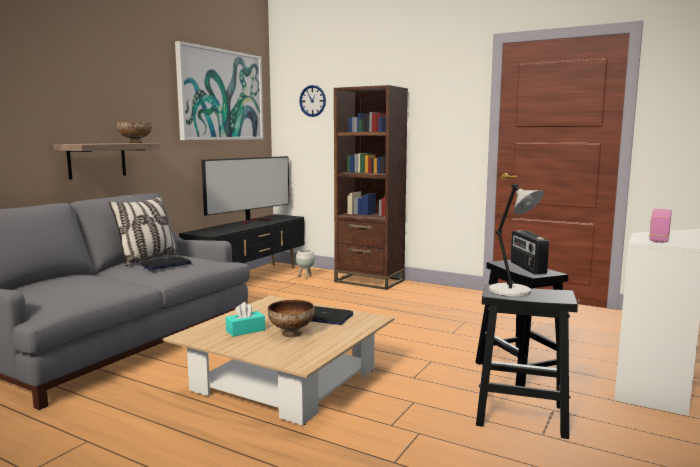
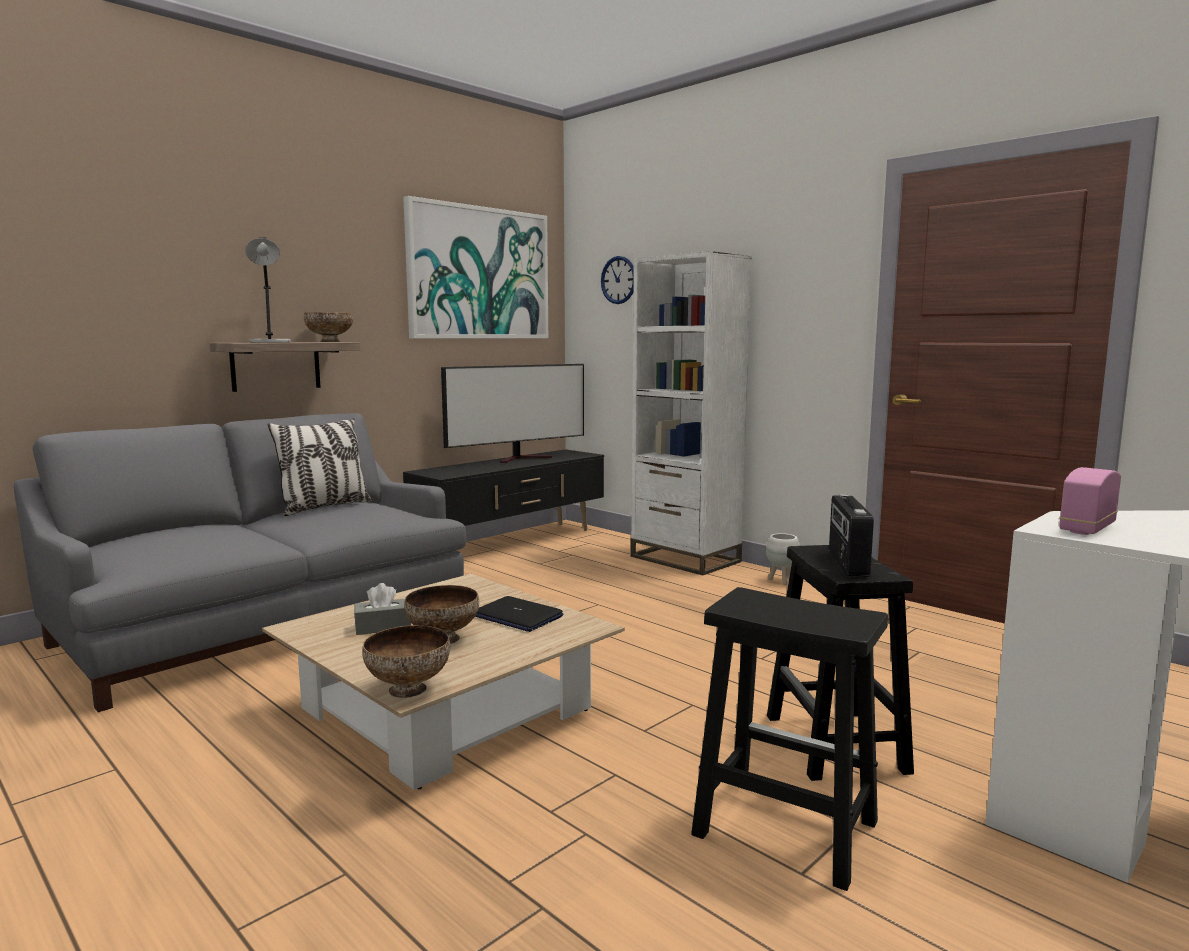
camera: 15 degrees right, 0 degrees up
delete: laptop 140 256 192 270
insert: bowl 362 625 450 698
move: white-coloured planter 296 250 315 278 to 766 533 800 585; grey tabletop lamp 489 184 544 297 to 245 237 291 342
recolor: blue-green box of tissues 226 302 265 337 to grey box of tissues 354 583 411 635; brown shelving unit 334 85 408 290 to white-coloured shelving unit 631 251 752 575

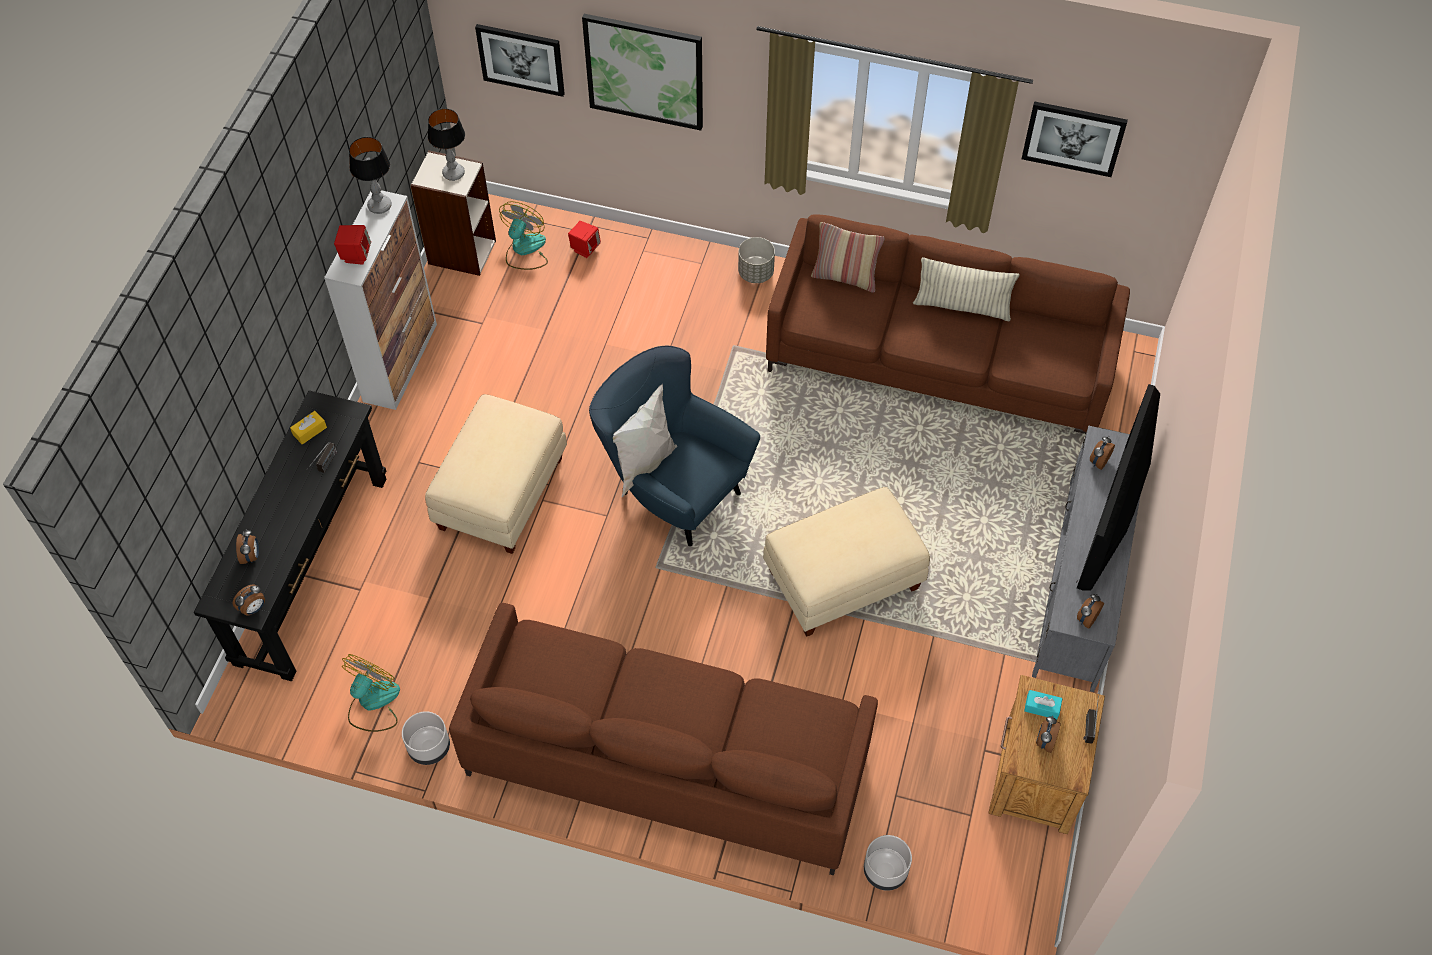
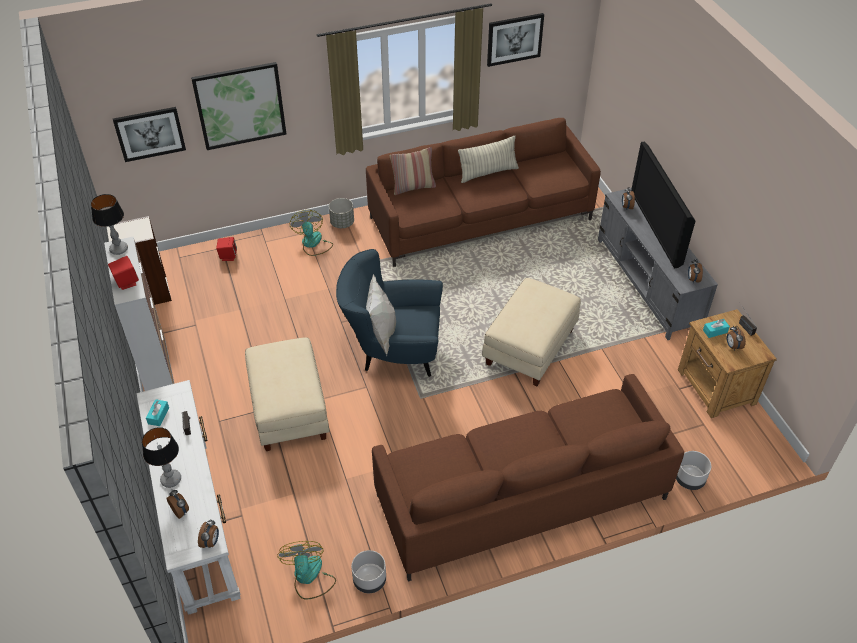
camera: 35 degrees left, 10 degrees down
move: tabletop lamp 428 108 465 181 to 142 427 181 488; electric fan 499 201 548 270 to 289 210 333 256
recolor: black hall table 194 390 386 681 to white-coloured hall table 136 380 241 615; yellowish box of tissues 290 411 327 444 to blue-green box of tissues 146 399 169 426

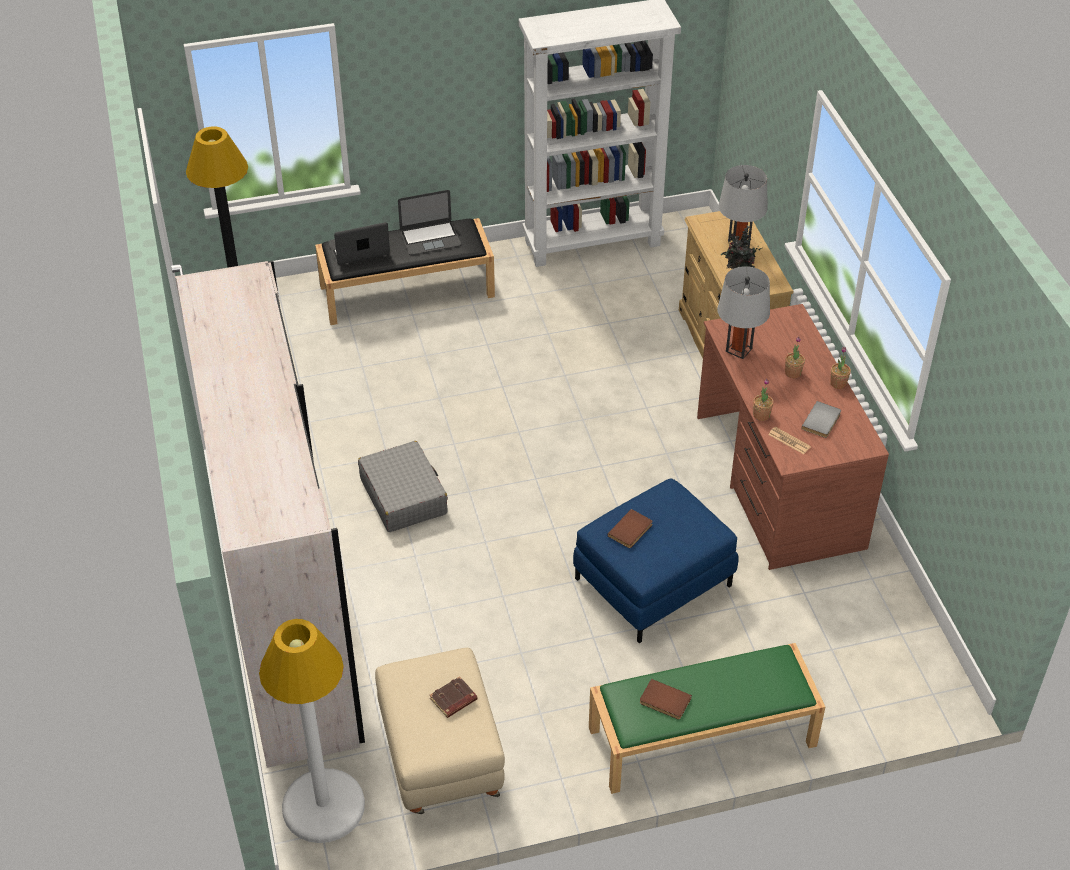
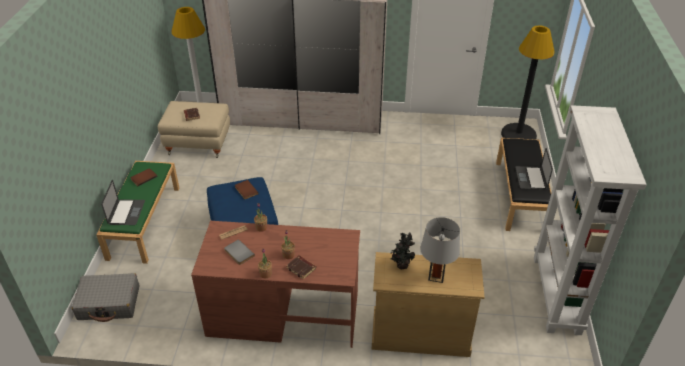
camera: 110 degrees right, 5 degrees down
delete: grey tabletop lamp 717 266 770 359
insert: brown volume 286 255 316 280
move: laptop 329 222 390 265 to 101 180 145 225; grey travel case 358 441 448 532 to 72 273 140 322

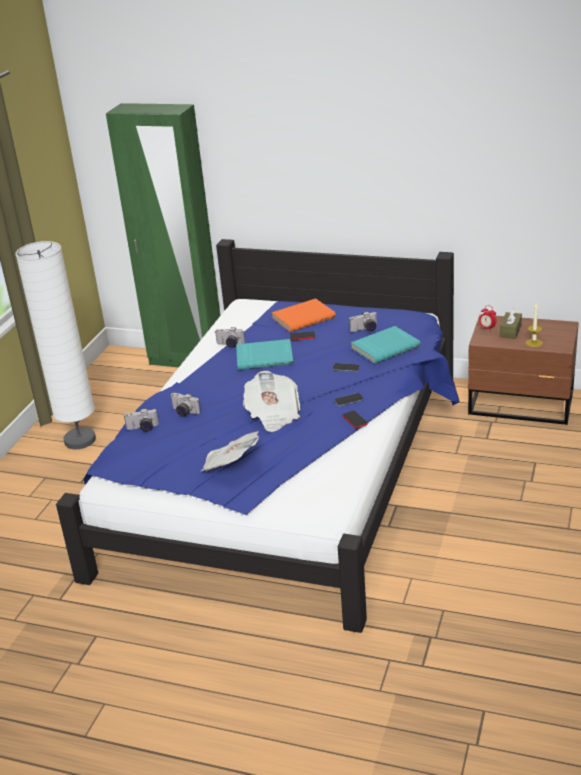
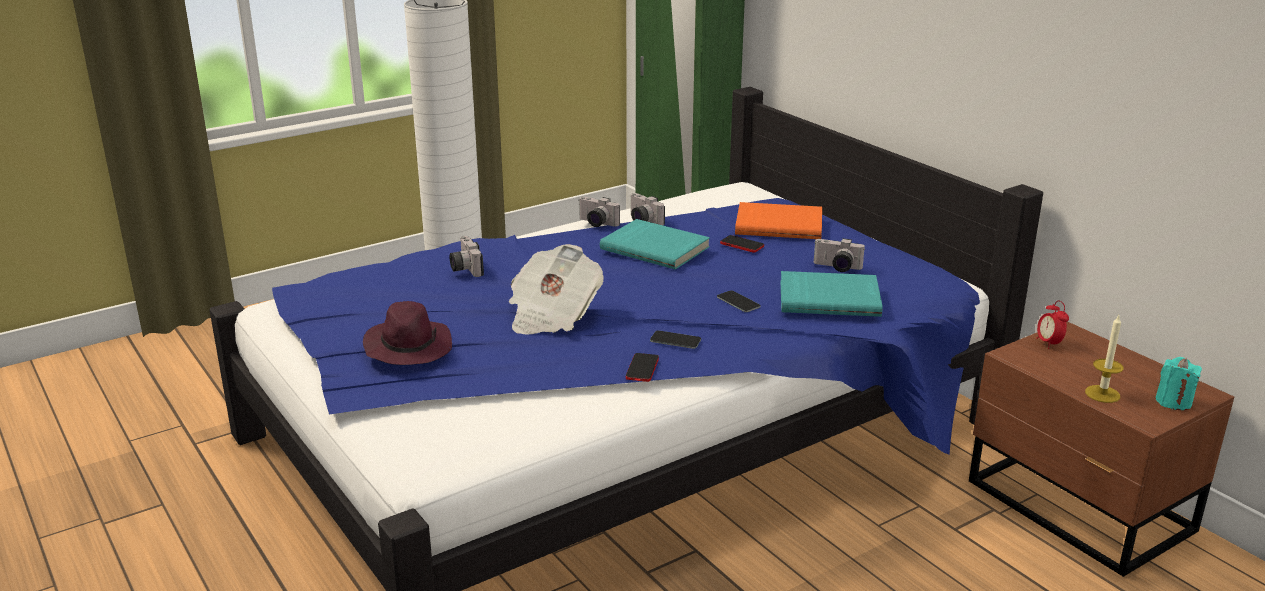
camera: 35 degrees right, 5 degrees down
delete: brown box of tissues 500 308 522 339
insert: blue-green candle 1156 357 1202 410
move: photo camera 124 408 159 432 to 578 196 620 227
replace: newspaper 201 431 259 471 to purplish clothing hat 363 301 452 365

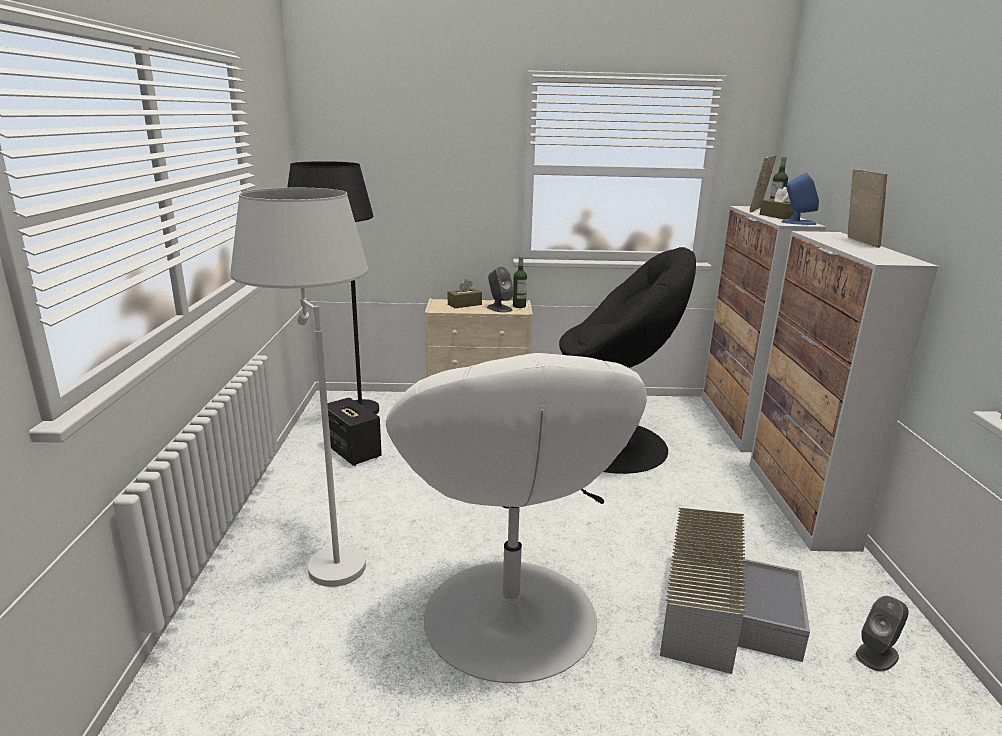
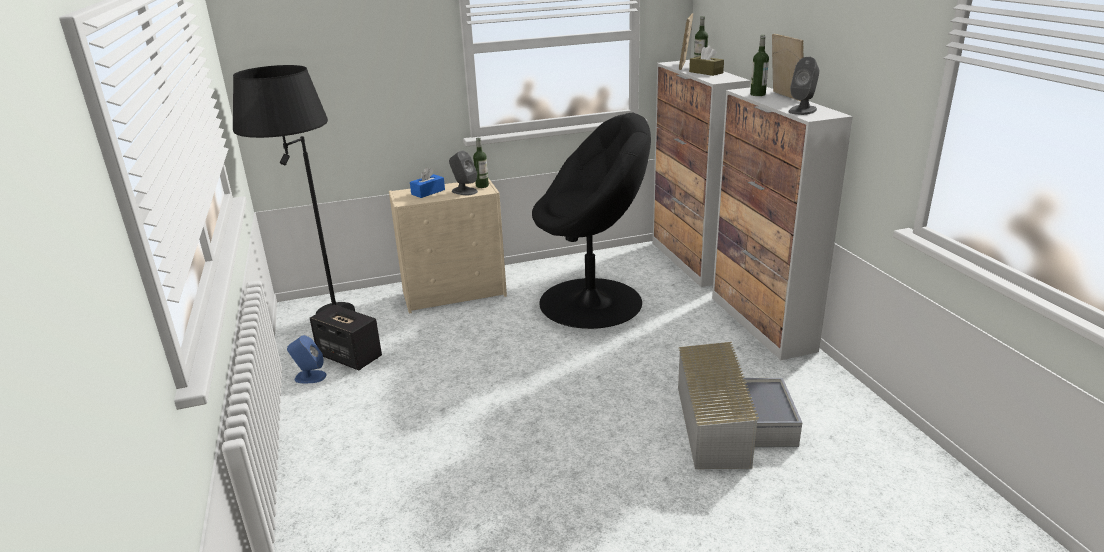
camera: 15 degrees left, 5 degrees up
delete: white-coloured standing lamp 230 188 368 587; white-coloured easy chair 386 353 647 683
insert: beverage bottle 750 35 769 96
move: blue audio speaker 781 172 819 225 to 287 335 327 383; grey audio speaker 856 596 909 672 to 788 57 819 115
recolor: brown box of tissues 448 279 482 308 to blue box of tissues 410 167 445 198

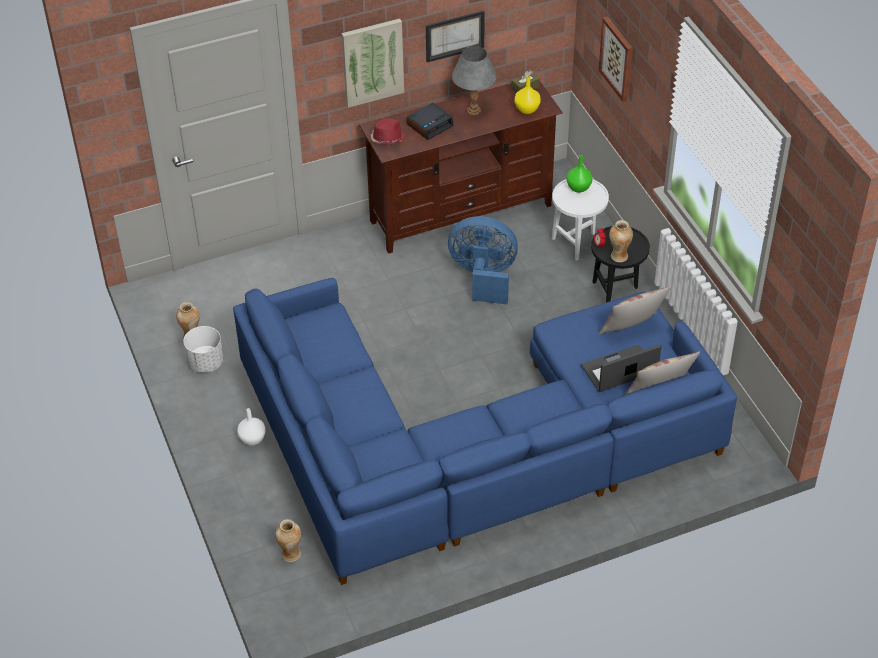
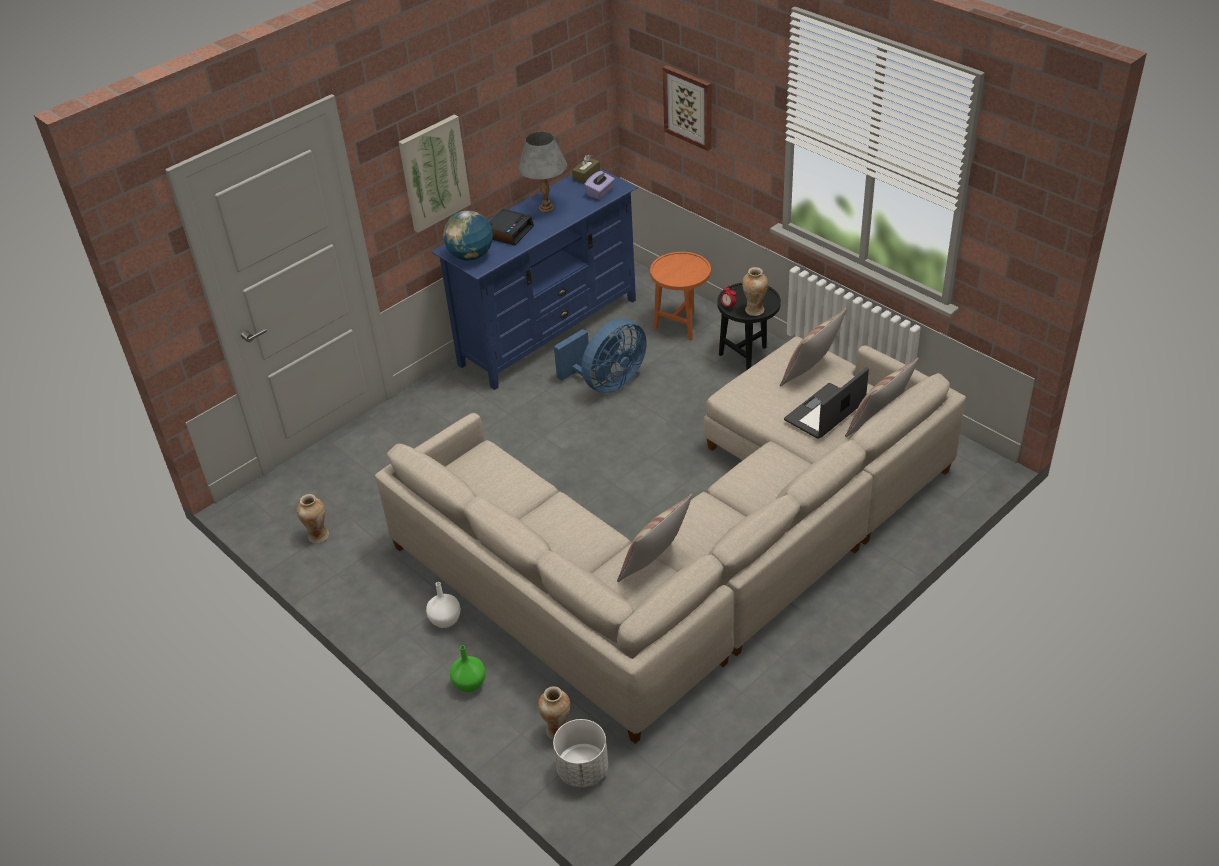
camera: 20 degrees left, 5 degrees down
delete: wall art 426 11 485 63
insert: throw pillow 617 494 692 582
move: white-coloured planter 183 326 224 373 to 553 719 608 788; green-coloured vase 567 155 592 193 to 450 645 486 692
replace: red-coloured clothing hat 371 118 406 145 to desk globe 443 211 493 260; yellowish vase 515 75 541 114 to purplish box of tissues 584 171 615 200
recolor: blue couch 233 278 737 585 to sand-coloured couch 375 336 966 744; brown tv unit 359 82 563 254 to blue tv unit 431 169 638 390; white-coloured accent table 552 179 609 261 to orange accent table 650 252 711 341
rotate: blue electric fan 448 216 518 304 = 554 319 647 393 150 degrees clockwise

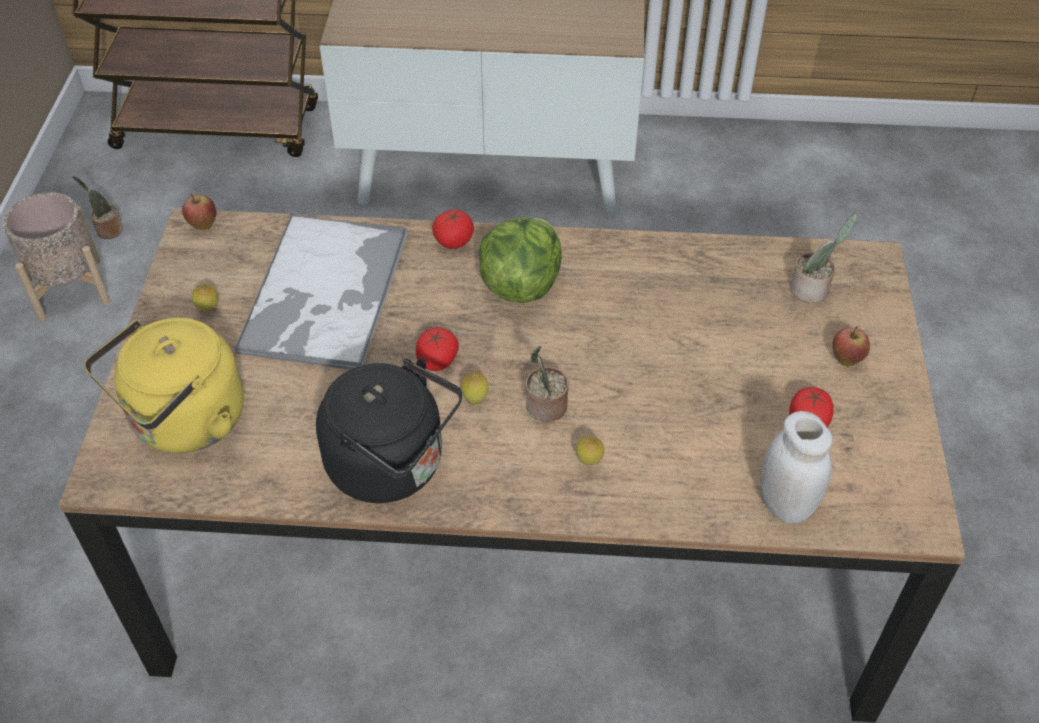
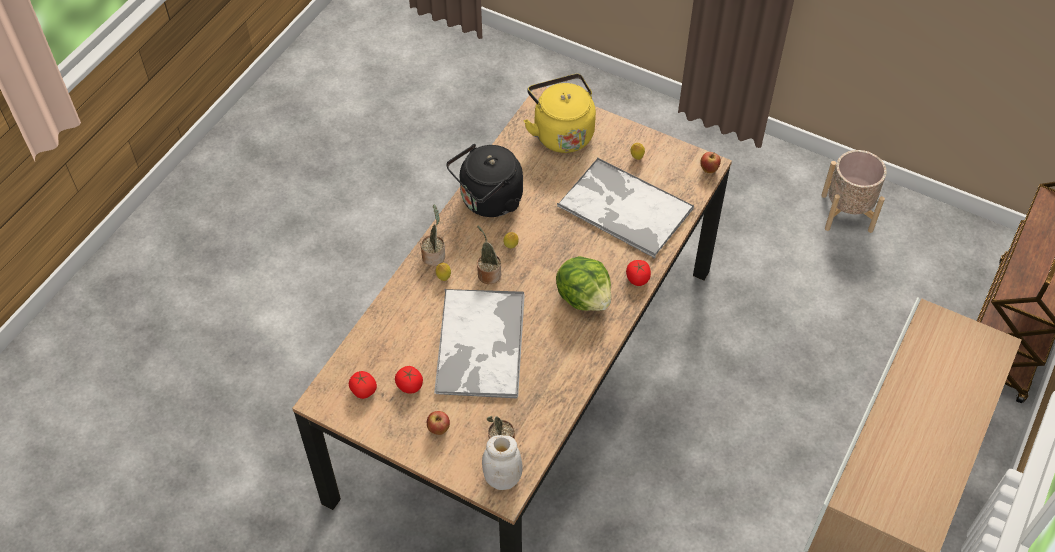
camera: 115 degrees right, 5 degrees up
insert: serving tray 434 288 525 399
move: potted plant 72 176 123 239 to 421 204 445 266; tomato 416 327 459 371 to 349 371 377 399; white-coloured jar 760 411 833 523 to 482 435 522 490

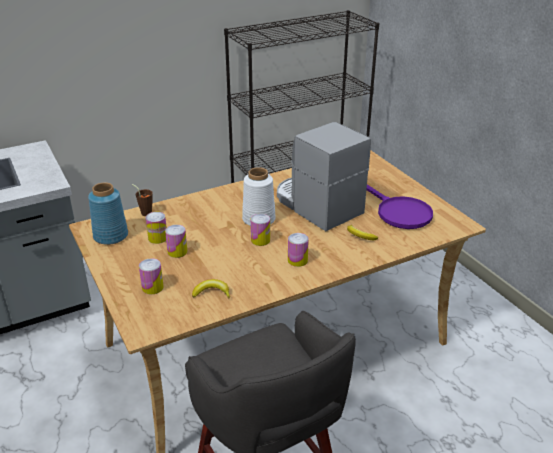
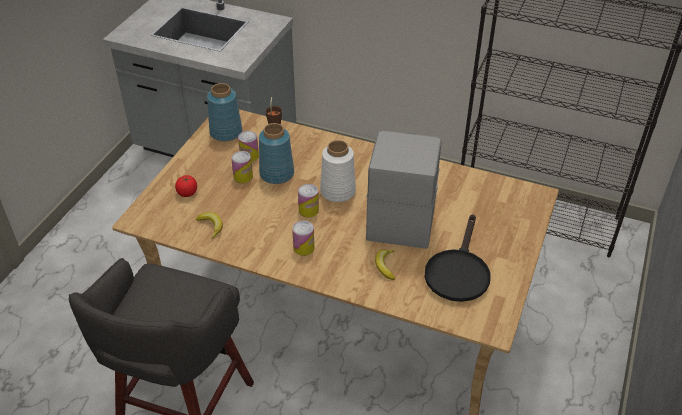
camera: 50 degrees right, 10 degrees up
insert: blue vase 259 123 294 184
replace: metal can 139 258 164 294 to tomato 175 175 197 197
recolor: purplish skillet 366 185 433 229 to black skillet 425 214 490 302

